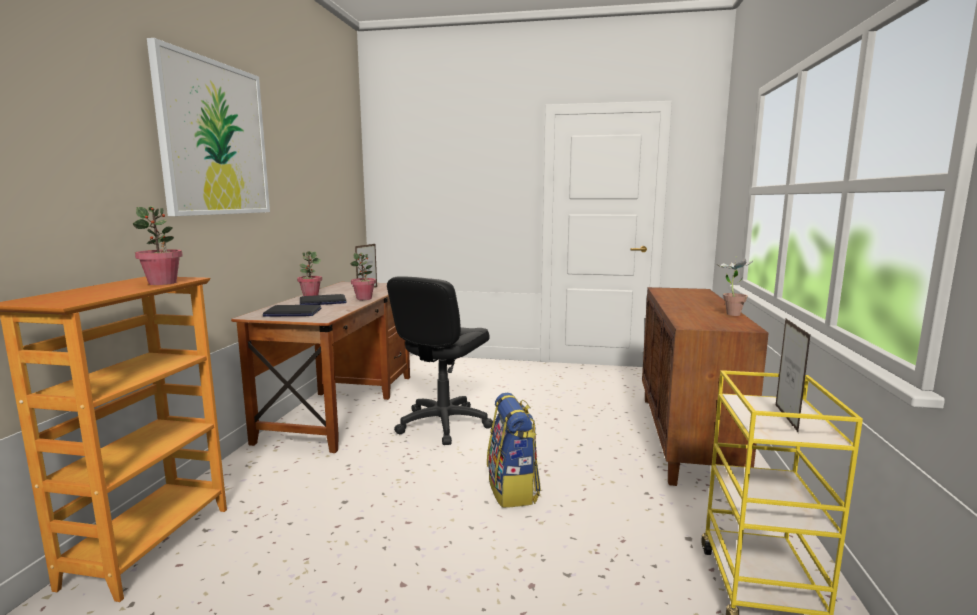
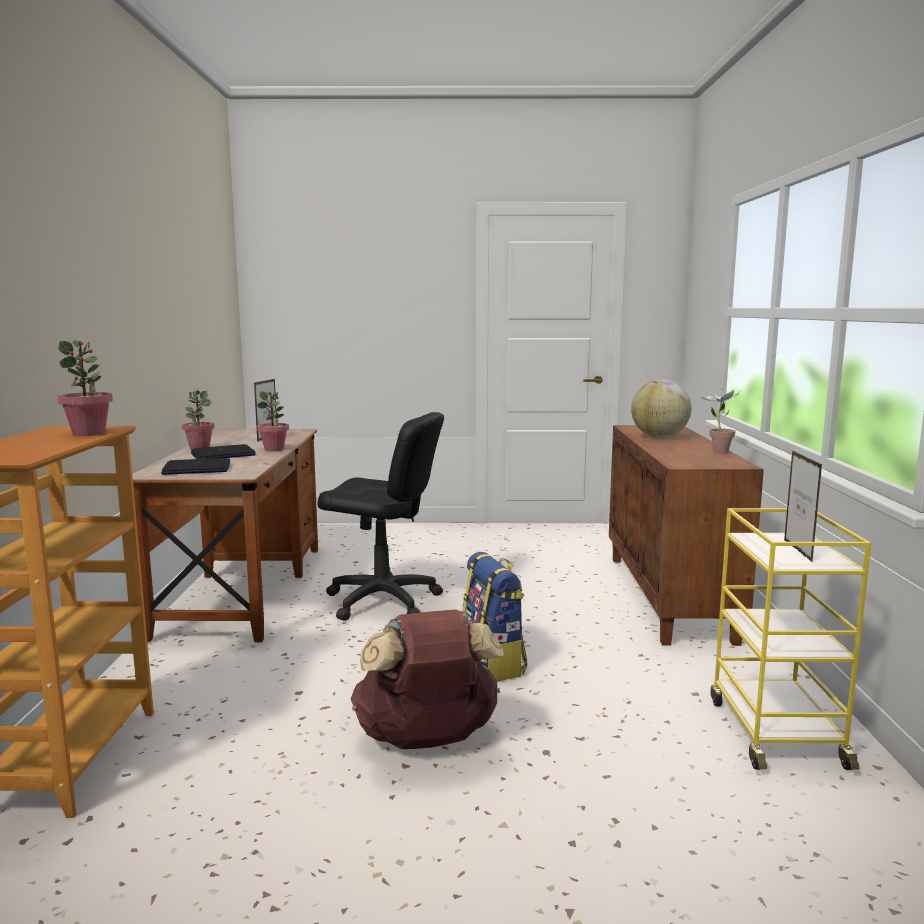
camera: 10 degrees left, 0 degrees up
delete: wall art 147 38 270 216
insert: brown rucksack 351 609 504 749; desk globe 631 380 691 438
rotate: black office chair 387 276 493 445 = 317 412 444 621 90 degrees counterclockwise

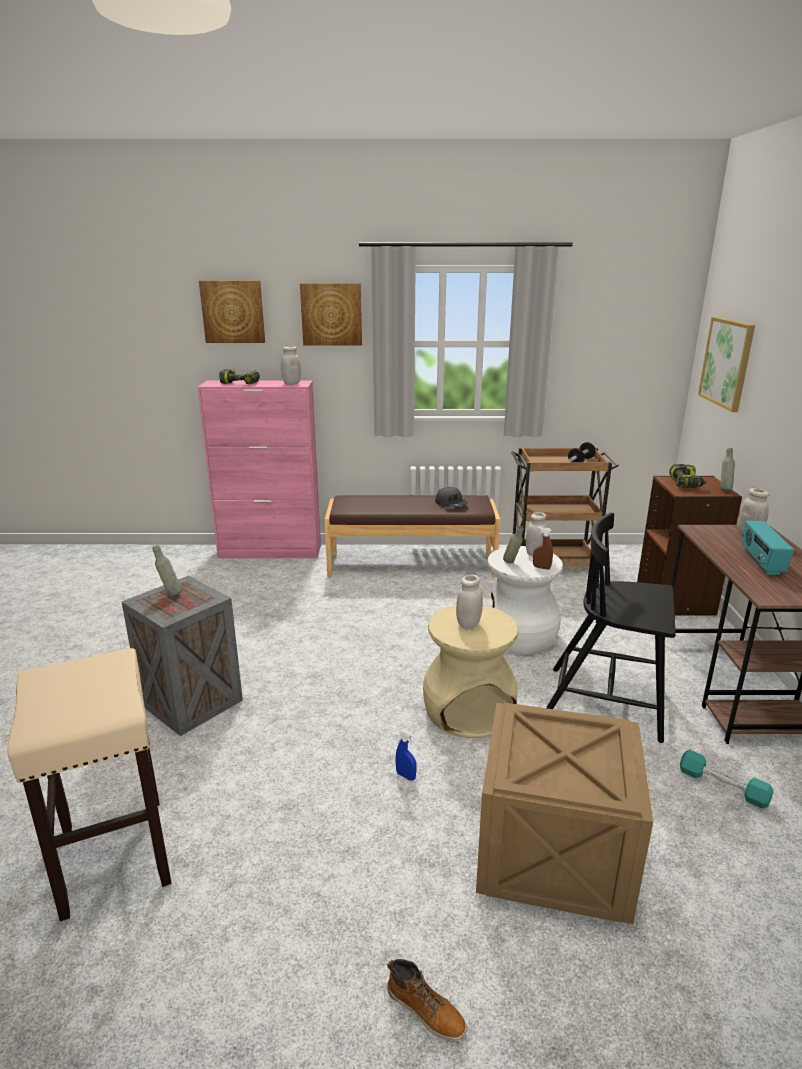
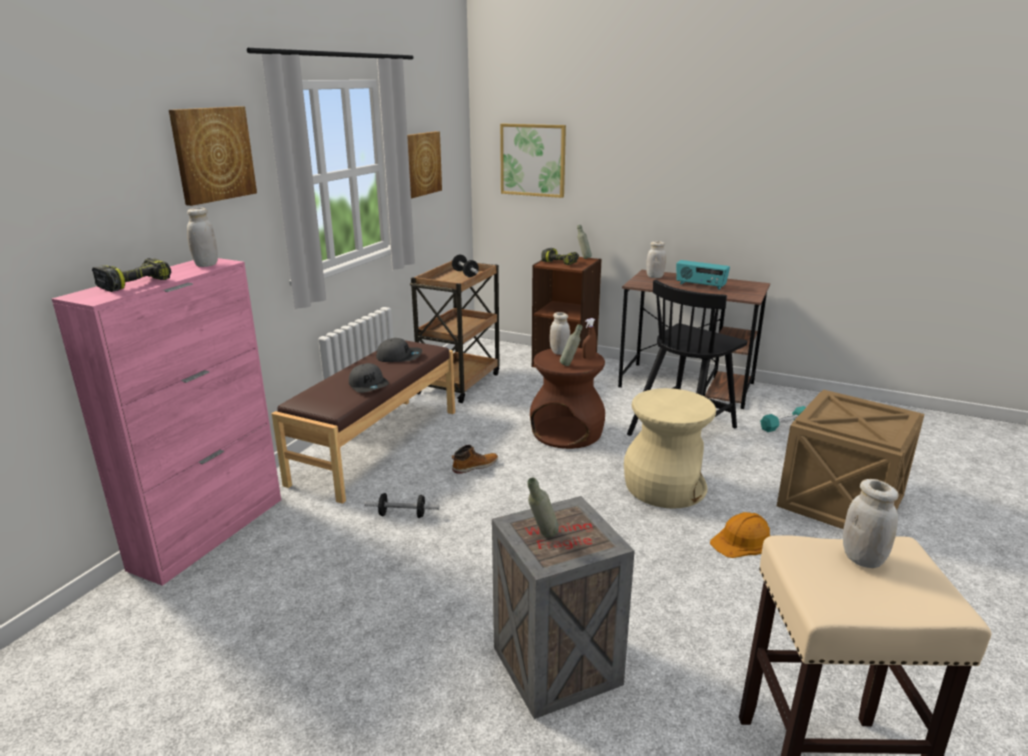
camera: 65 degrees left, 0 degrees up
insert: grey cap 349 363 389 393; dumbbell 364 493 439 518
move: wall art 199 281 265 343 to 407 131 442 199; high-top boot 387 959 467 1042 to 452 445 498 474; white-coloured jar 456 575 483 629 to 843 479 899 568
replace: blue hand sprayer 396 730 417 781 to orange hard hat 710 512 770 558
recolor: white-coloured sitting stool 487 546 563 654 to brown sitting stool 530 348 605 449

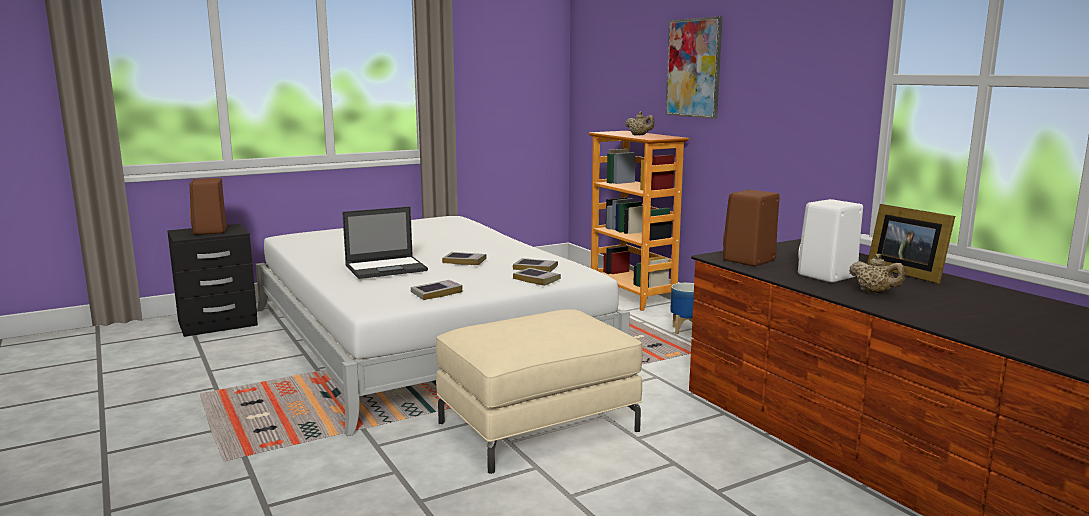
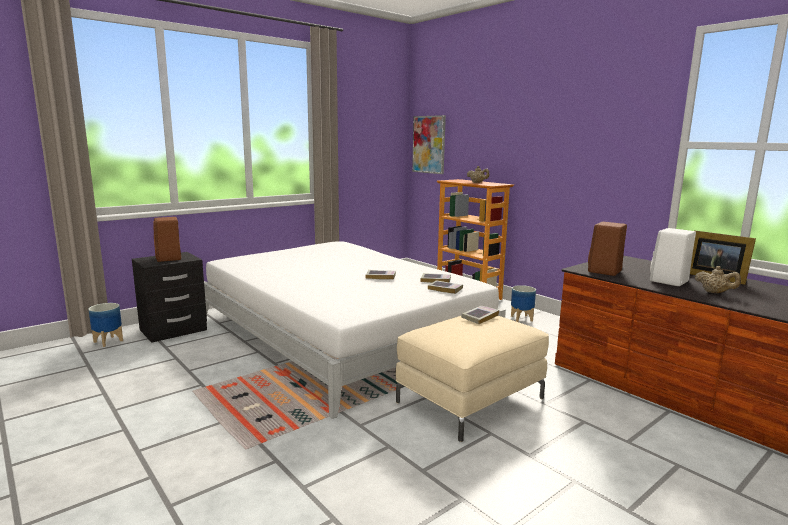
camera: 10 degrees left, 0 degrees up
delete: laptop 342 206 428 279
insert: planter 88 303 123 347
move: volume 411 280 463 300 to 461 306 499 324; wall art 666 16 723 119 to 412 115 446 174

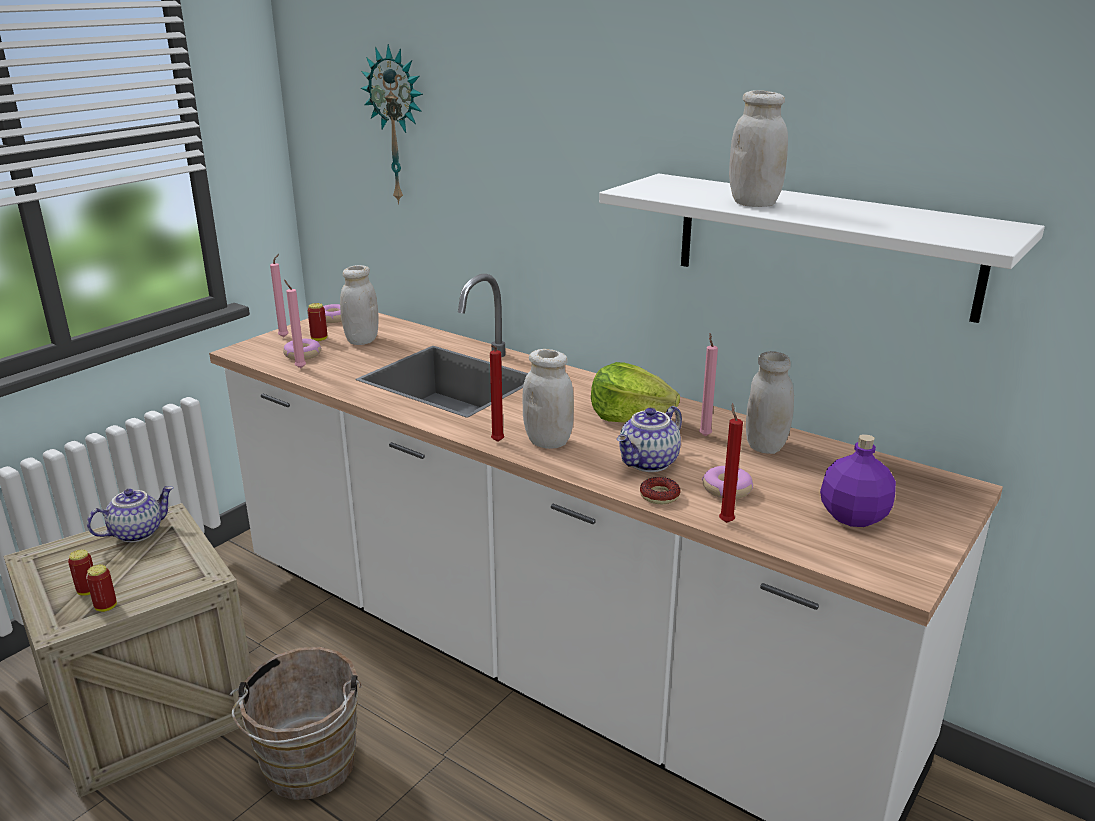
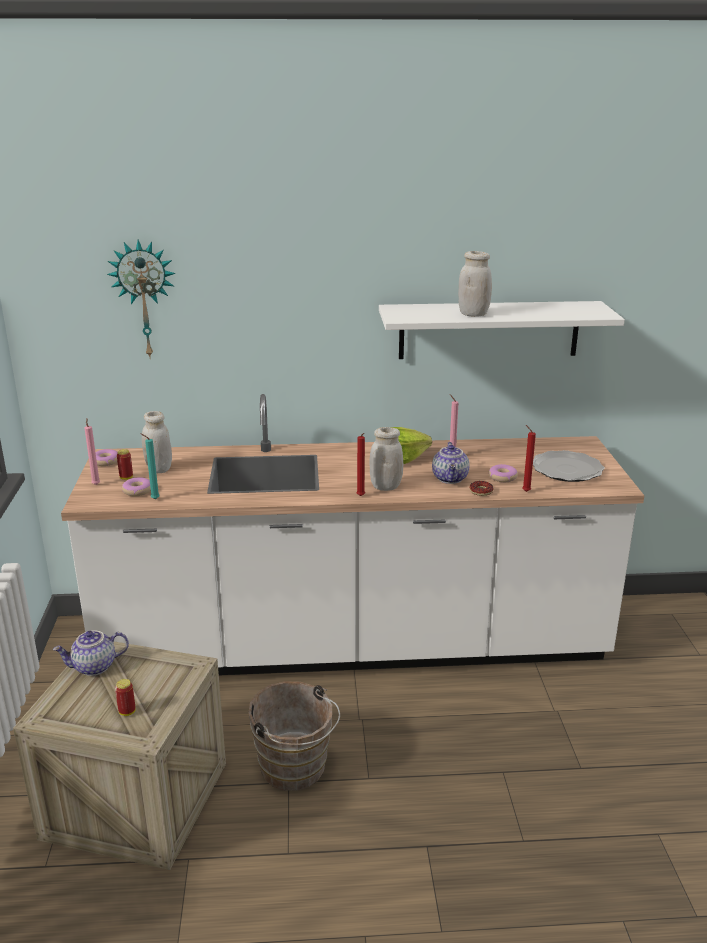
camera: 40 degrees left, 0 degrees up
delete: metal can 86 565 117 612; white-coloured jar 746 351 794 454
replace: purplish beverage bottle 820 434 896 527 to flat dish 533 450 605 482
recolor: pinkish candle 284 279 306 368 to blue-green candle 140 433 160 500
rotate: pot for tea 87 486 174 543 = 53 630 129 676 120 degrees counterclockwise

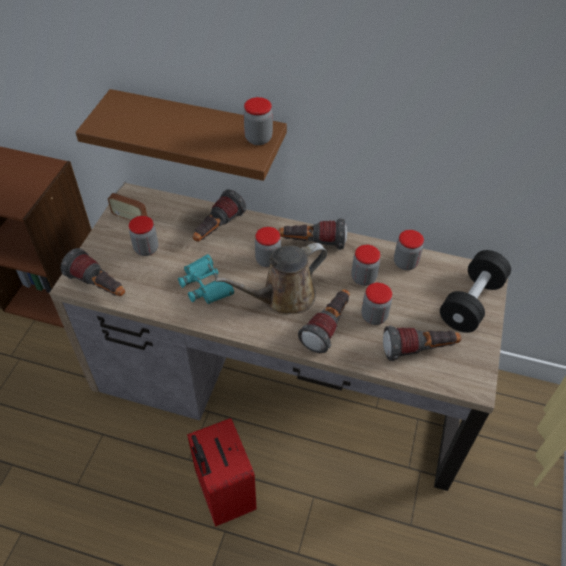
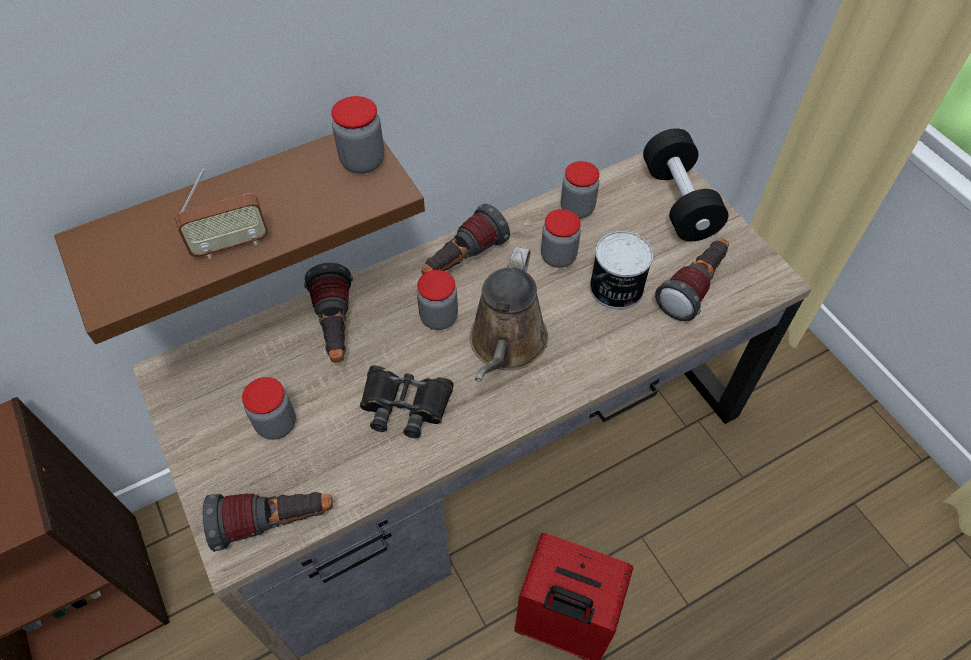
camera: 45 degrees left, 5 degrees up
delete: torch 298 289 350 354
move: radio 108 181 147 221 to 175 169 269 258
replace: jar 361 283 392 325 to metal can 590 231 653 310
recolor: blue-green field glasses 178 254 234 304 to black field glasses 360 365 454 438

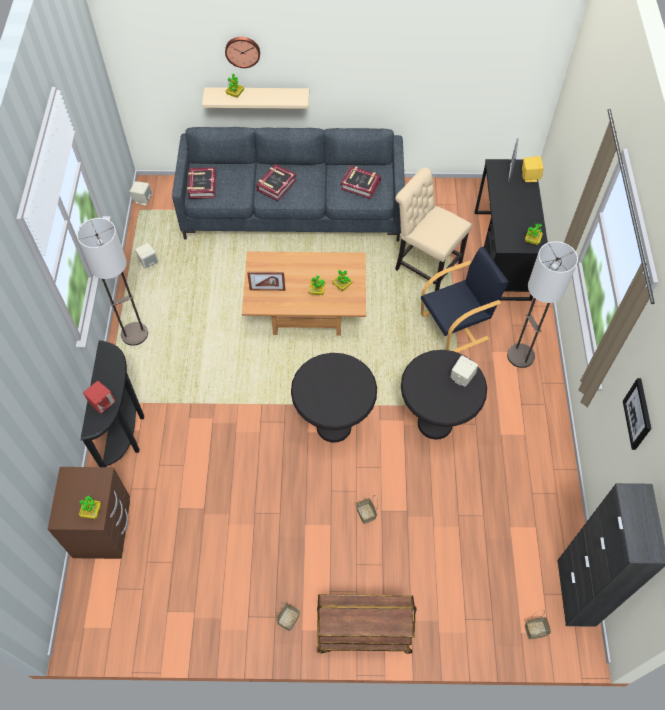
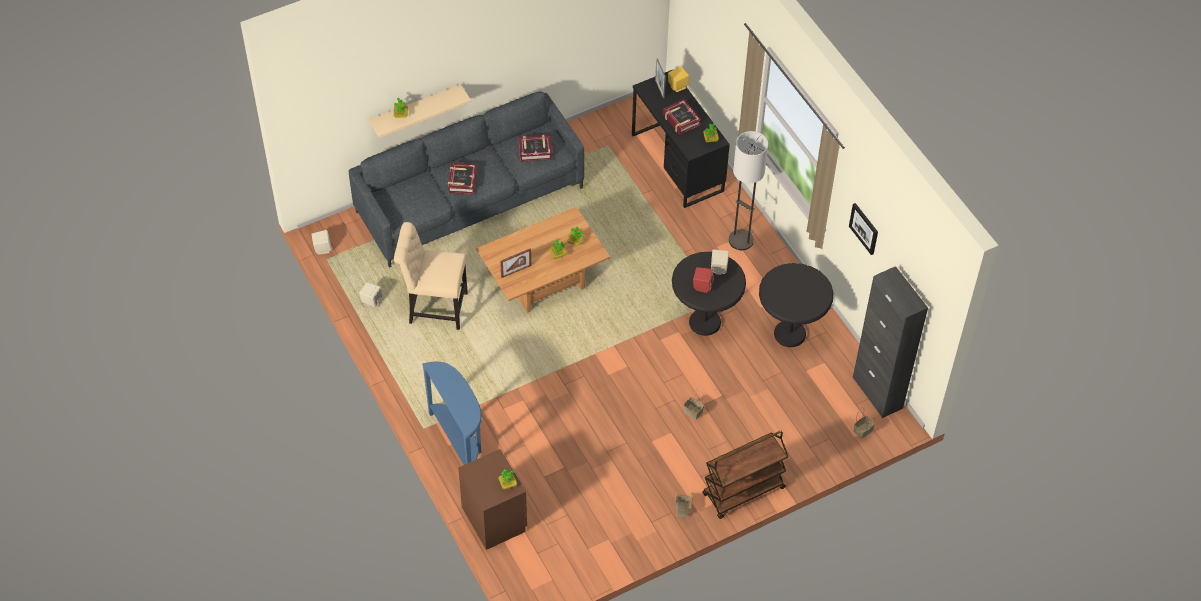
camera: 30 degrees left, 5 degrees down
delete: standing lamp 77 218 148 346; wall clock 225 37 260 68; black easy chair 421 247 509 353
move: red-coloured audio speaker 83 381 116 414 to 693 267 714 293; volume 187 167 216 199 to 663 99 701 135; black accent table 291 353 377 443 to 759 263 833 347; sand-coloured plain chair 395 167 472 291 to 394 222 468 330
recolor: black hall table 81 340 144 467 to blue hall table 422 362 482 465

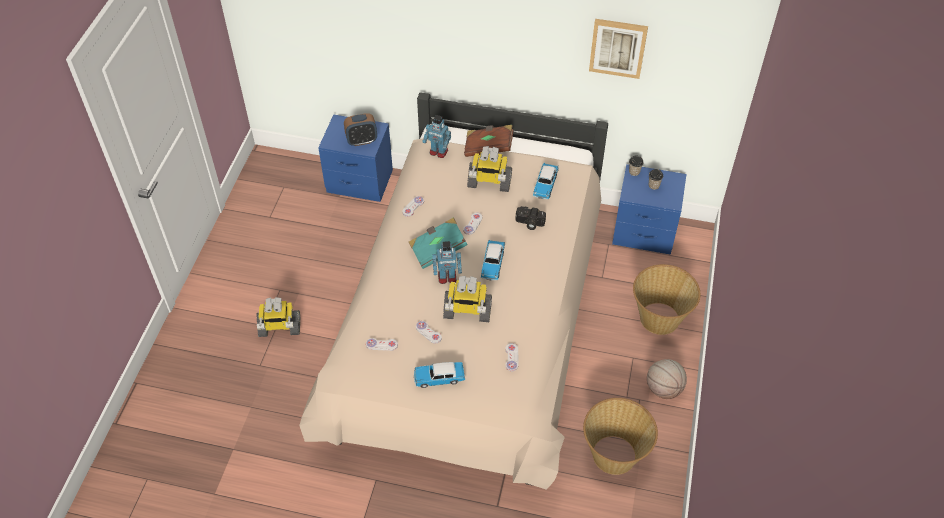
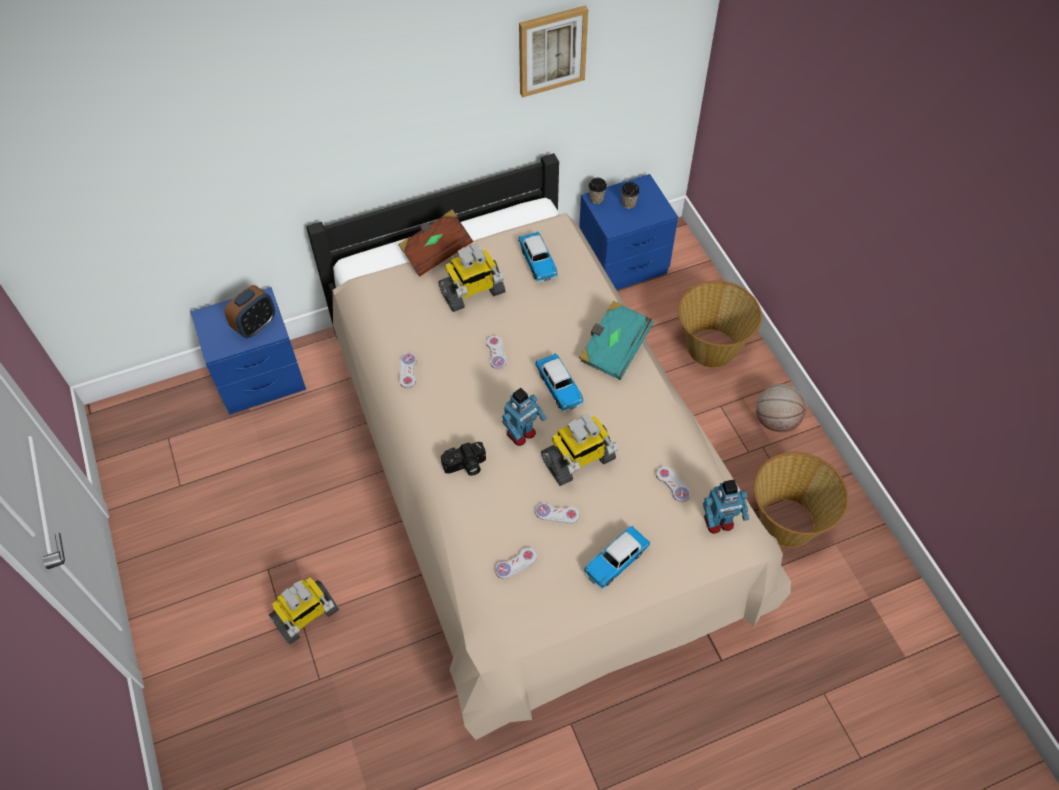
camera: 35 degrees left, 5 degrees up
move: blue-green volume 409 218 468 269 to 579 300 654 380; toy robot 422 115 451 158 to 703 479 749 534; photo camera 515 206 546 230 to 441 442 486 476

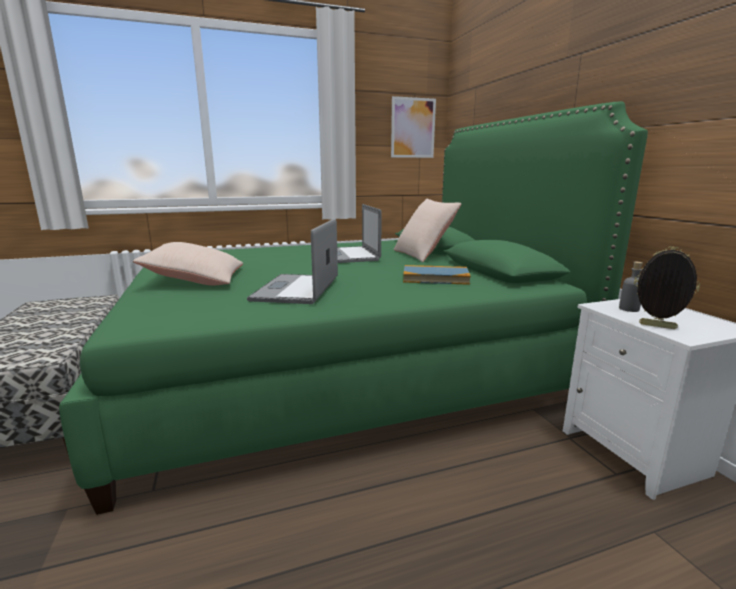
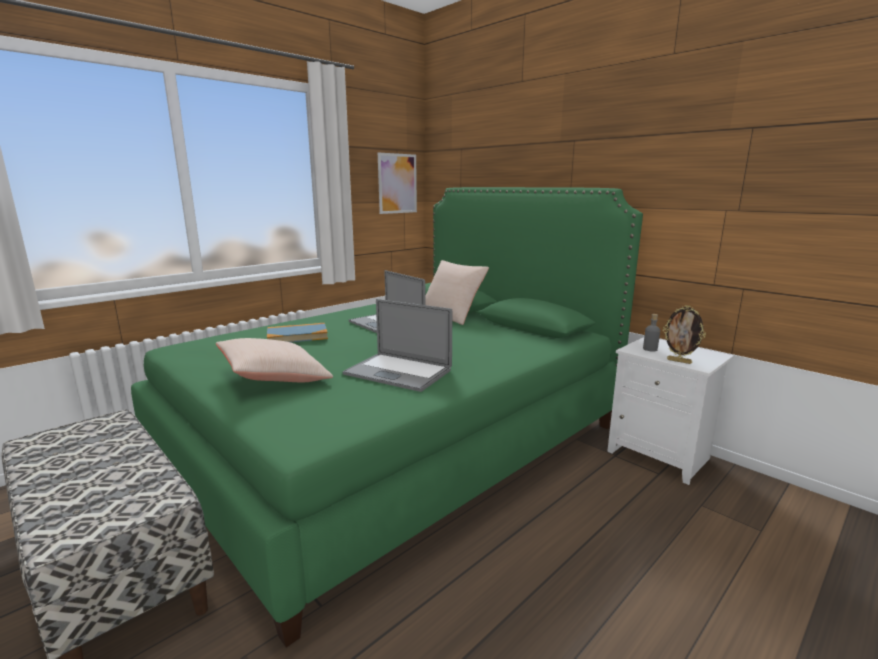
camera: 25 degrees left, 0 degrees up
move: volume 403 265 471 285 to 267 323 328 342
rotate: laptop 247 218 338 304 = 343 299 452 392 45 degrees counterclockwise; standing frame 634 246 700 329 = 663 305 706 364 150 degrees counterclockwise

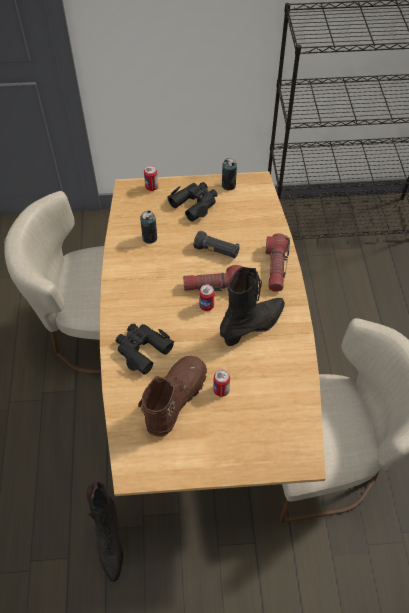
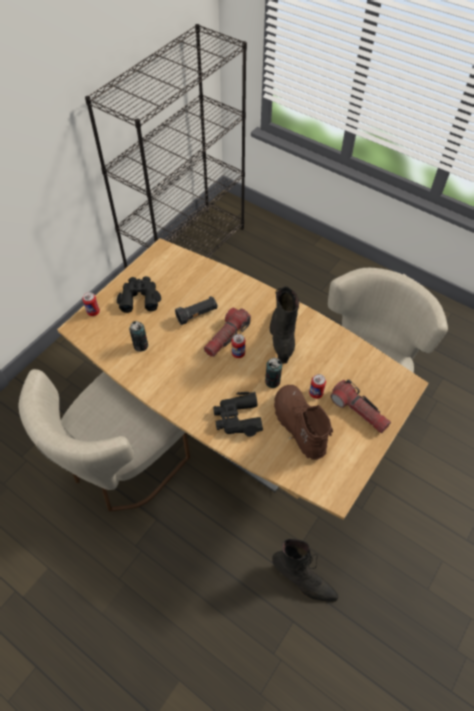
camera: 50 degrees left, 0 degrees up
move: metal can 222 158 237 190 to 265 358 282 388; torch 266 233 290 292 to 331 379 391 433

